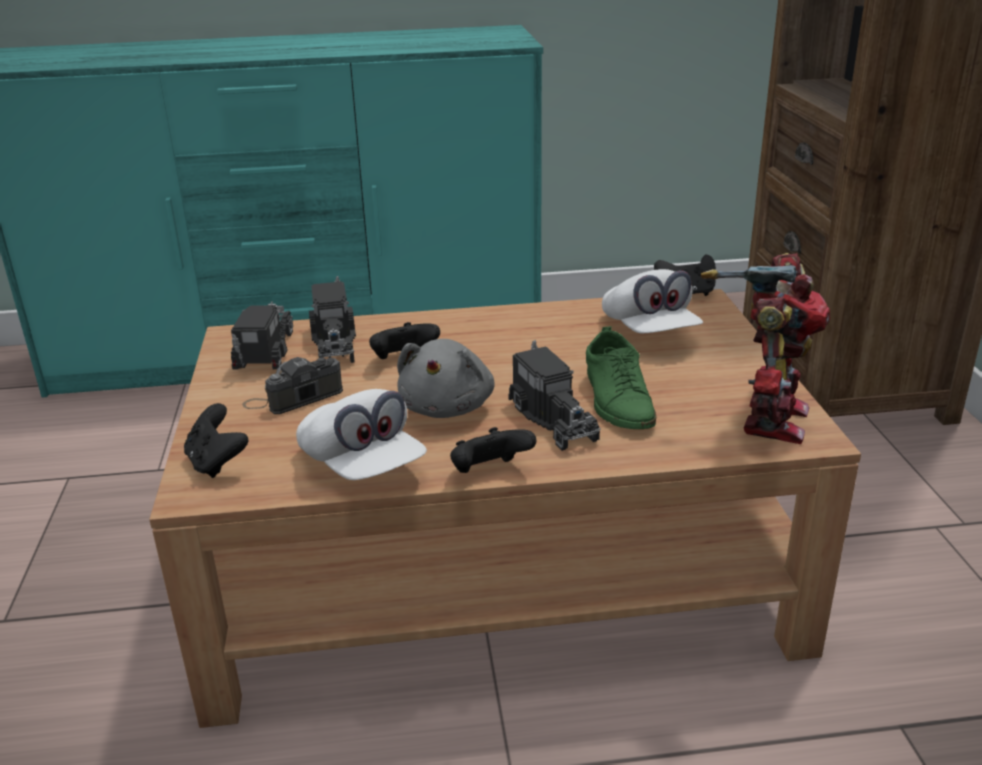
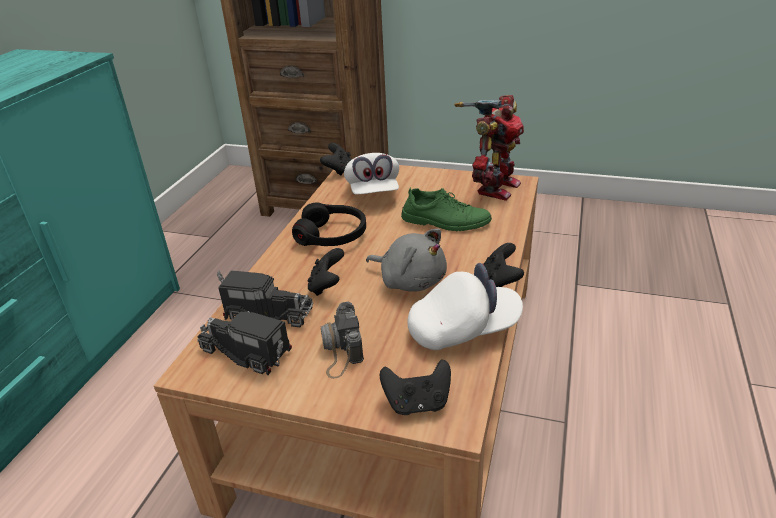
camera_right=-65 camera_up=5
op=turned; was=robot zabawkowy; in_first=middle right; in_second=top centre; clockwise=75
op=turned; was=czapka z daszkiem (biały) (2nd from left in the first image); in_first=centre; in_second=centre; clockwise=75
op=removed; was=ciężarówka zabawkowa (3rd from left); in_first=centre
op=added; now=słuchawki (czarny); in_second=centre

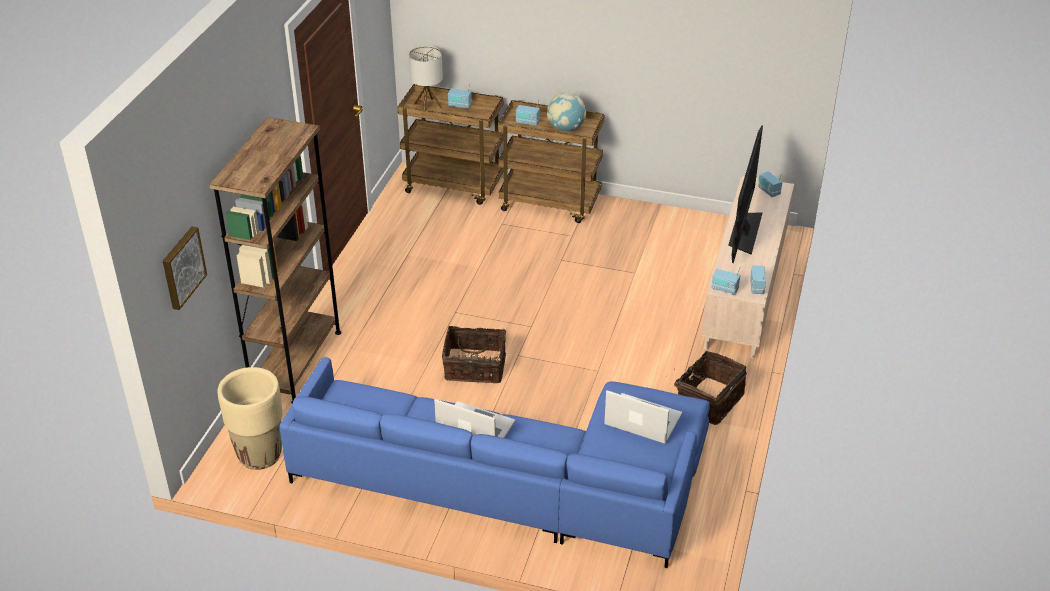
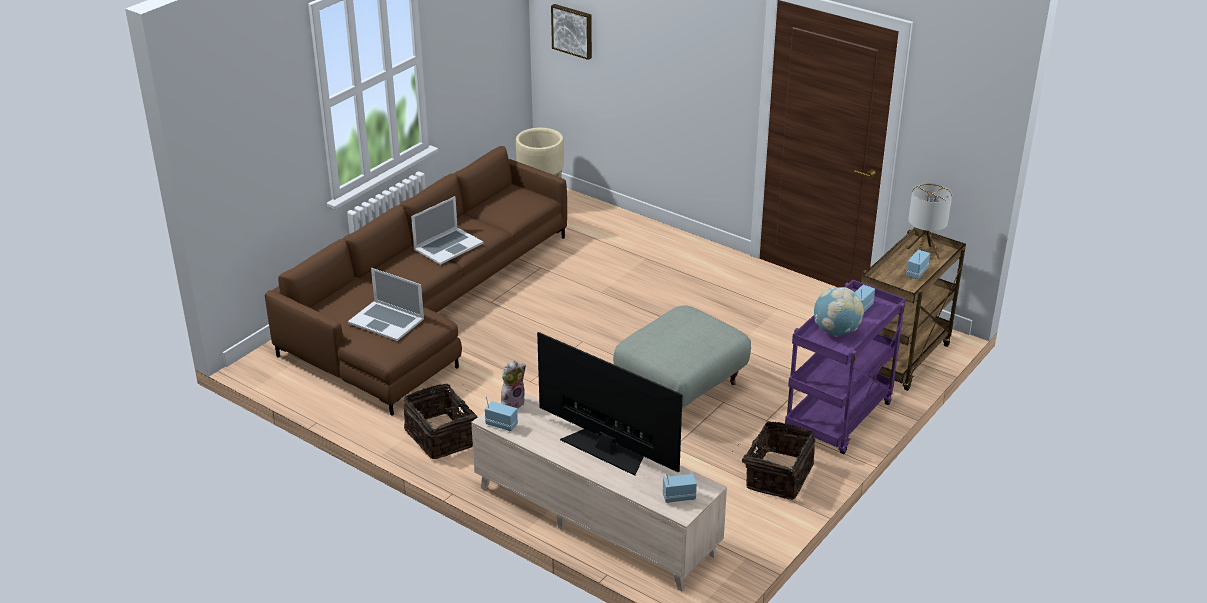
camera_right=110 camera_up=-5
op=recoloured; was=wózek (brązowy) (2nd from left); now=wózek (fioletowy); in_first=top centre; in_second=middle right
op=removed; was=regał (brązowy); in_first=middle left
op=replaced; was=radio (3rd from left); now=pluszak; in_first=middle right; in_second=centre
op=moved; was=koszyk (1st from left in the first image); now=koszyk (2nd from left); in_first=centre; in_second=bottom centre
op=recoloured; was=kanapa (niebieski); now=kanapa (brązowy); in_first=bottom centre; in_second=centre
op=turned; was=laptop (2nd from left in the first image); in_first=bottom centre; in_second=middle left; clockwise=75
op=added; now=pufa (szary); in_second=centre

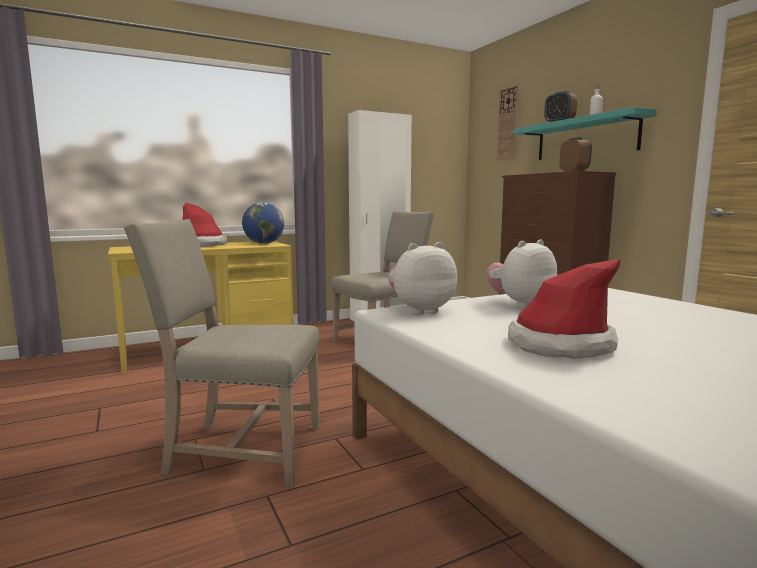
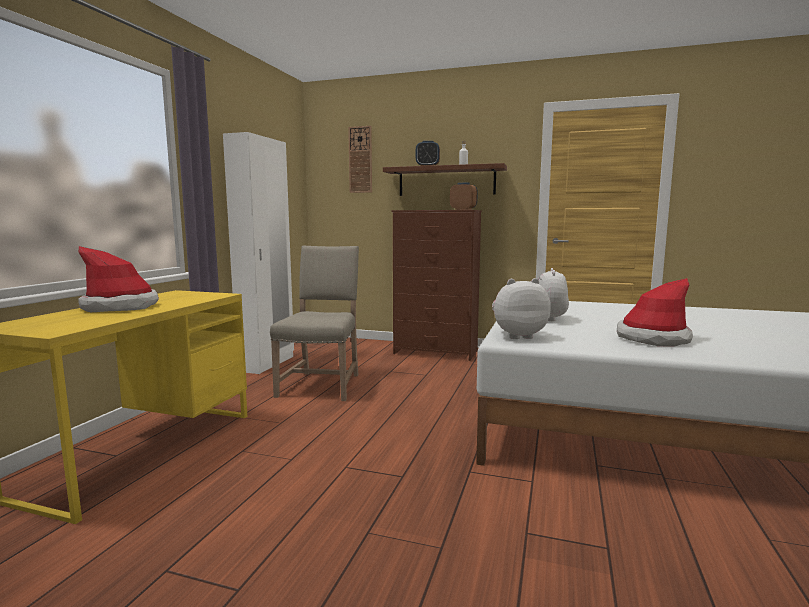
camera_right=-45 camera_up=0
op=recoloured; was=półka (turkusowy); now=półka (brązowy); in_first=top right; in_second=top centre
op=removed; was=globus; in_first=centre
op=removed; was=krzesło (beżowy) (1st from left); in_first=middle left
op=turned; was=pluszak (1st from left); in_first=centre; in_second=centre; clockwise=60

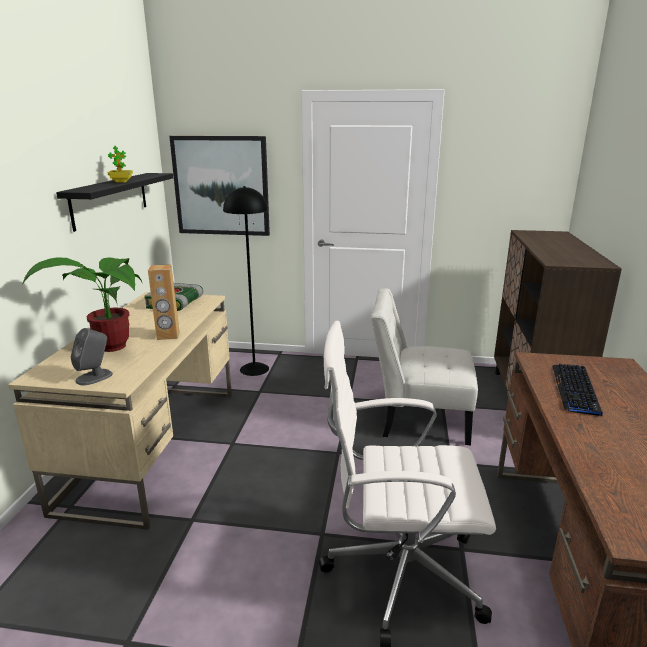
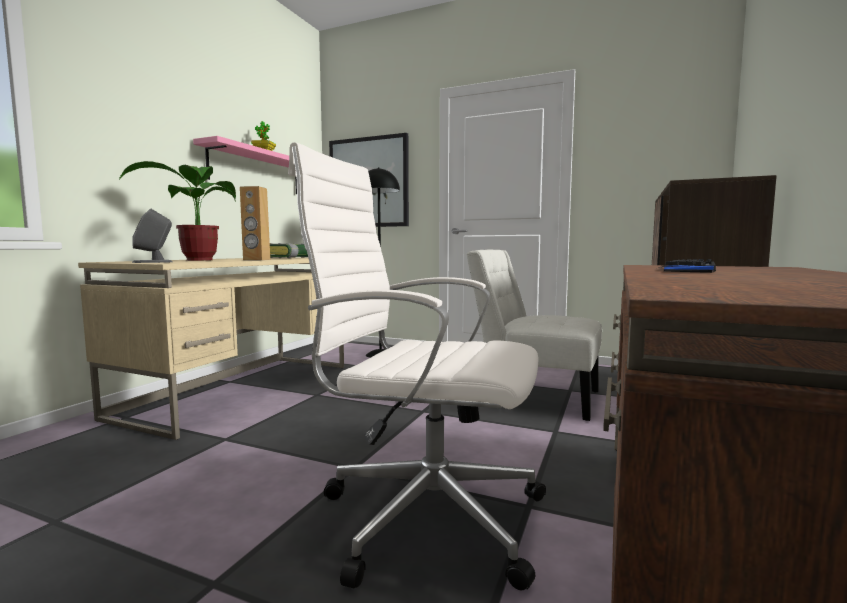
camera_right=15 camera_up=-15
op=recoloured; was=półka (czarny); now=półka (różowy); in_first=top left; in_second=top left

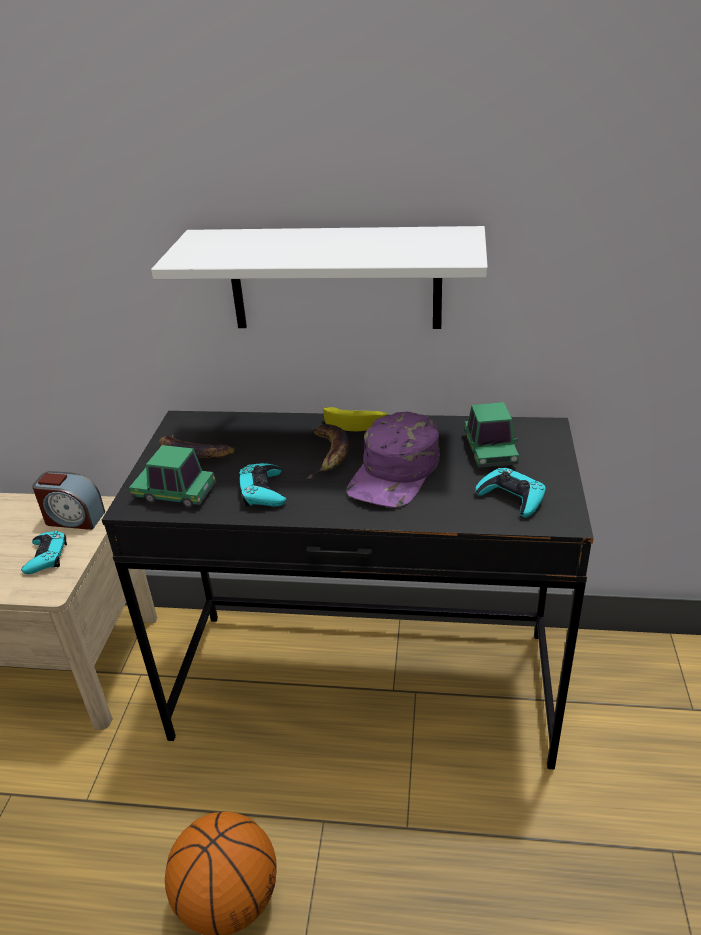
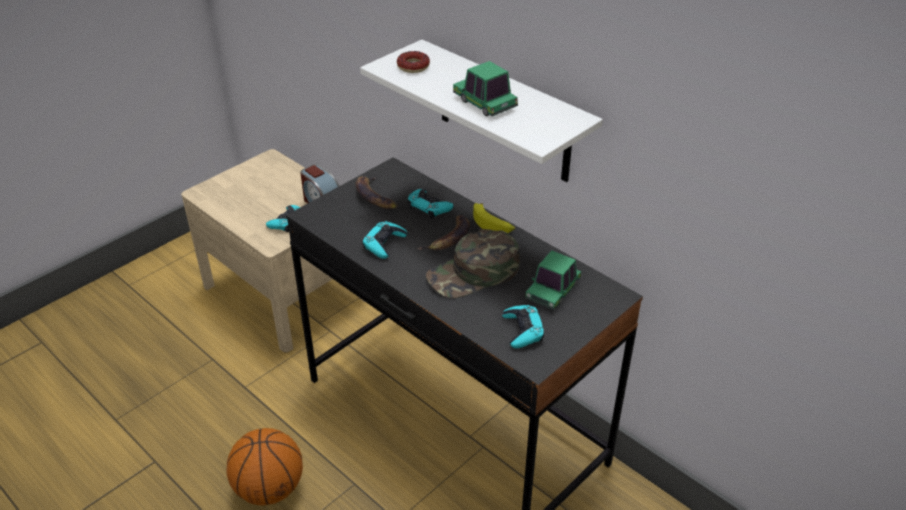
camera_right=35 camera_up=5
op=recoloured; was=czapka z daszkiem (fioletowy); now=czapka z daszkiem (zielony); in_first=centre; in_second=centre
op=moved; was=samochodzik (1st from left); in_first=middle left; in_second=top centre
op=added; now=donut; in_second=top centre
op=added; now=pad do gier (turkusowy) (3rd from left); in_second=centre

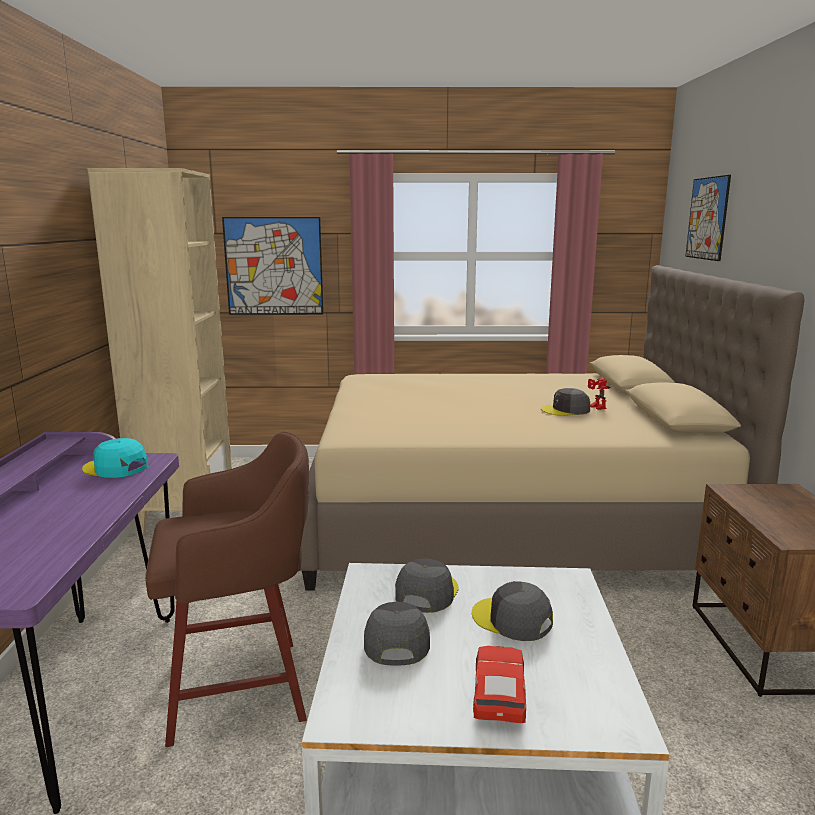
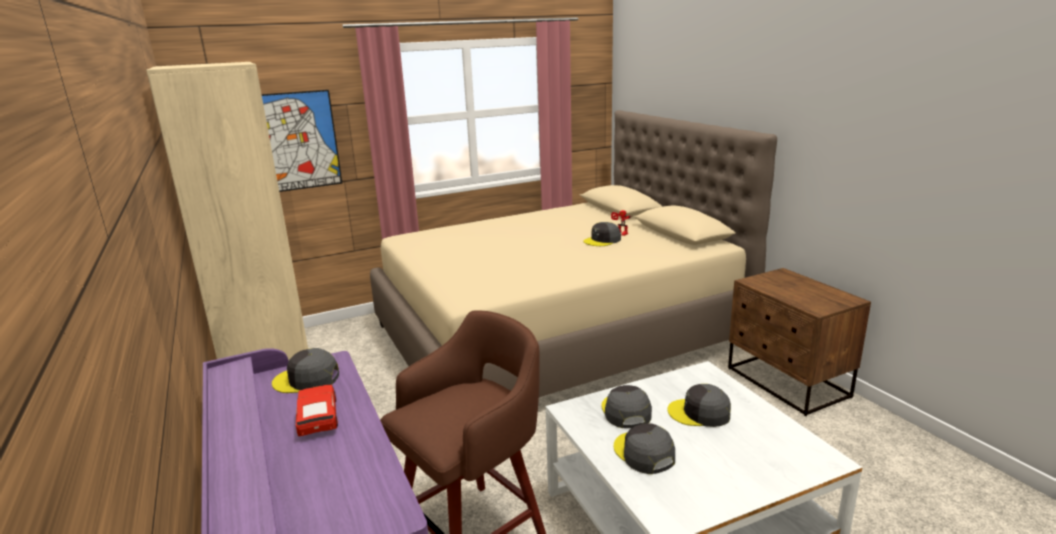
camera_right=-25 camera_up=5
op=removed; was=obraz (2nd from left); in_first=top right
op=recoloured; was=czapka z daszkiem (turkusowy); now=czapka z daszkiem (szary) (1st from left); in_first=middle left; in_second=bottom left
op=moved; was=samochodzik (czerwony); in_first=bottom centre; in_second=bottom left

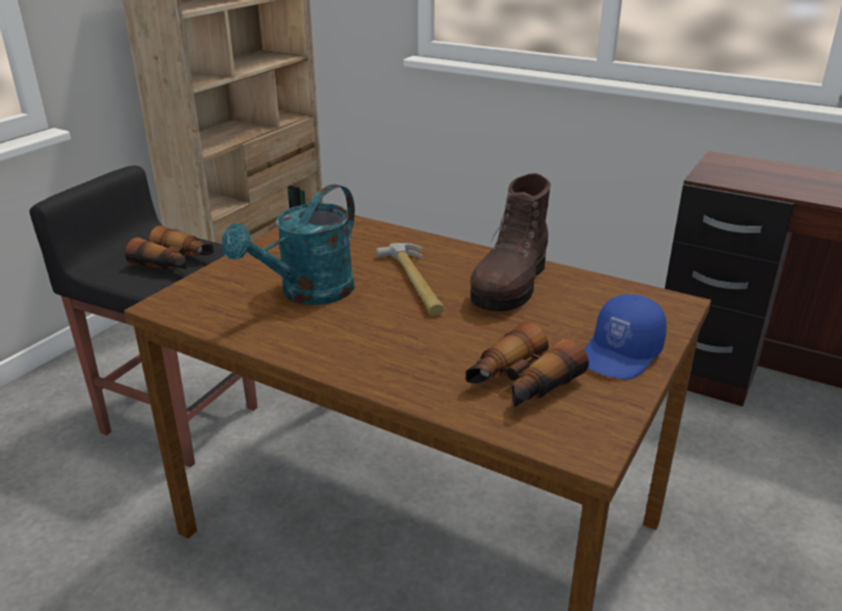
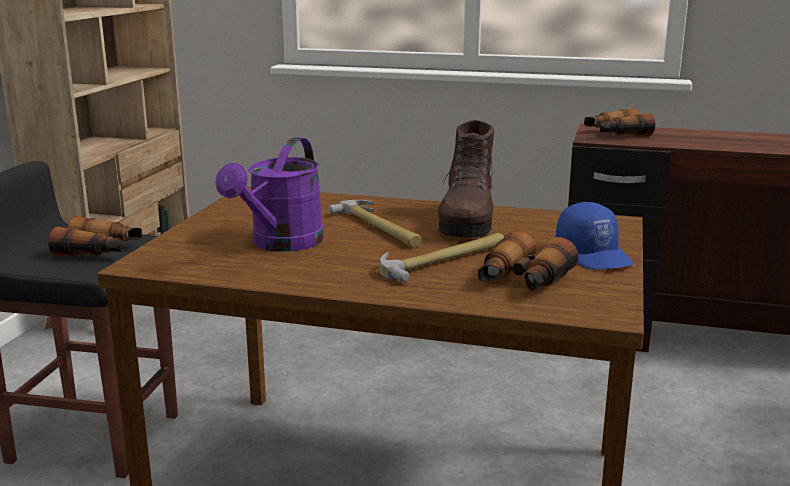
camera_right=-15 camera_up=-10
op=recoloured; was=konewka (turkusowy); now=konewka (fioletowy); in_first=centre; in_second=centre
op=turned; was=czapka z daszkiem (niebieski); in_first=middle right; in_second=middle right; clockwise=-45
op=added; now=lornetka (3rd from left); in_second=top right
op=added; now=młotek (2nd from left); in_second=centre

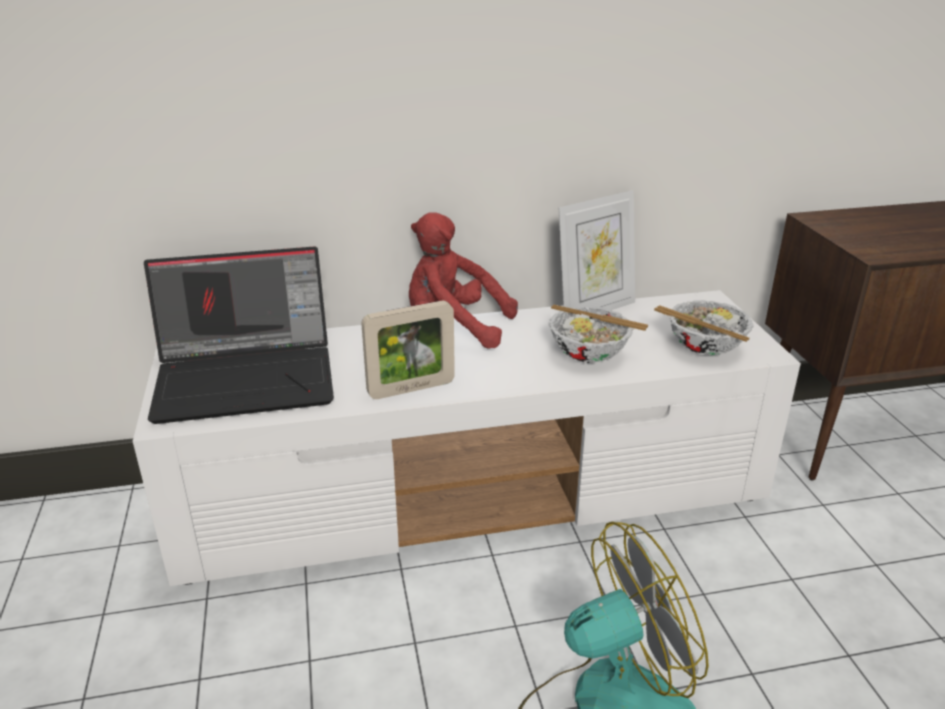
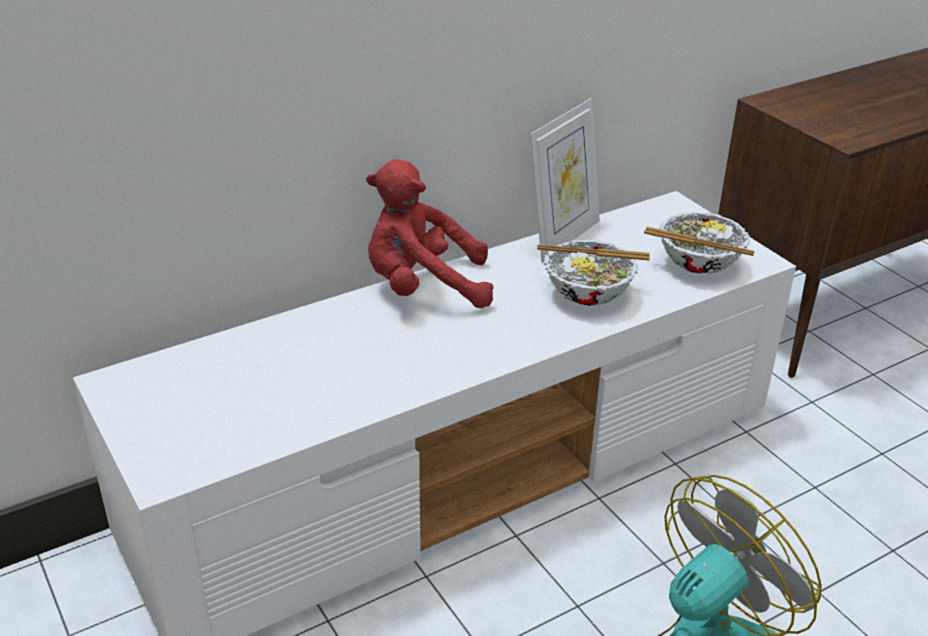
camera_right=-20 camera_up=5
op=removed; was=laptop; in_first=middle left
op=removed; was=ramka na zdjęcie (1st from left); in_first=centre

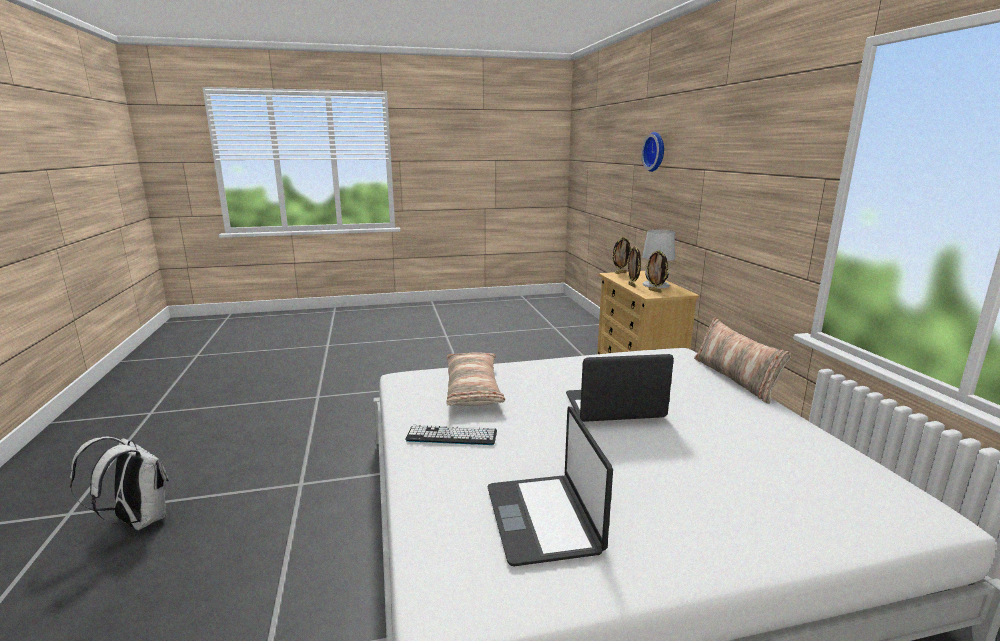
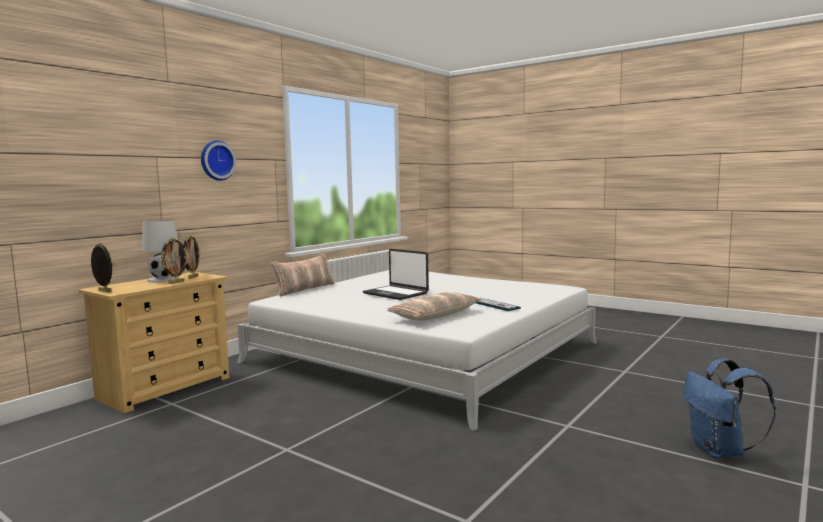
camera_right=-130 camera_up=-10
op=moved; was=zegar ścienny; in_first=top centre; in_second=top left
op=removed; was=laptop (1st from left); in_first=bottom centre
op=recoloured; was=plecak (biały); now=plecak (niebieski); in_first=bottom left; in_second=bottom right

